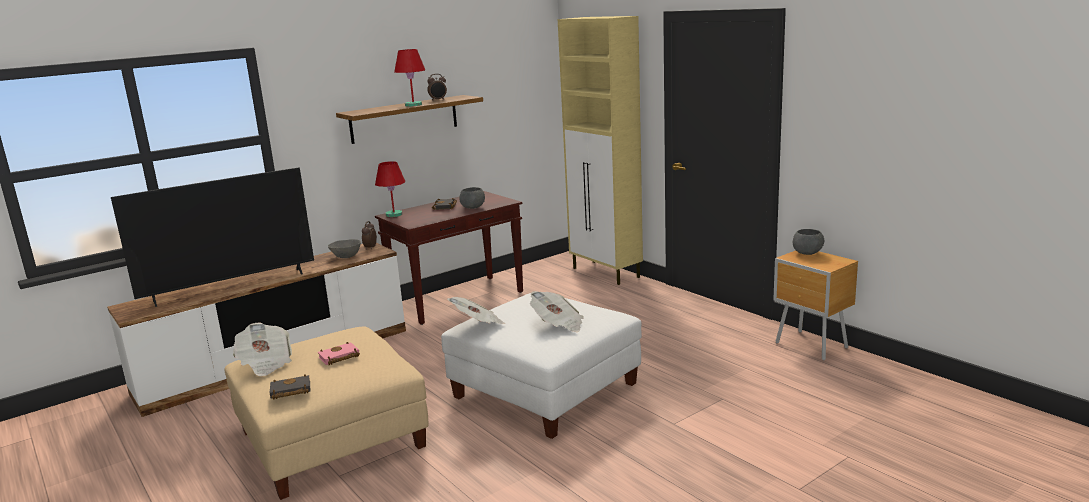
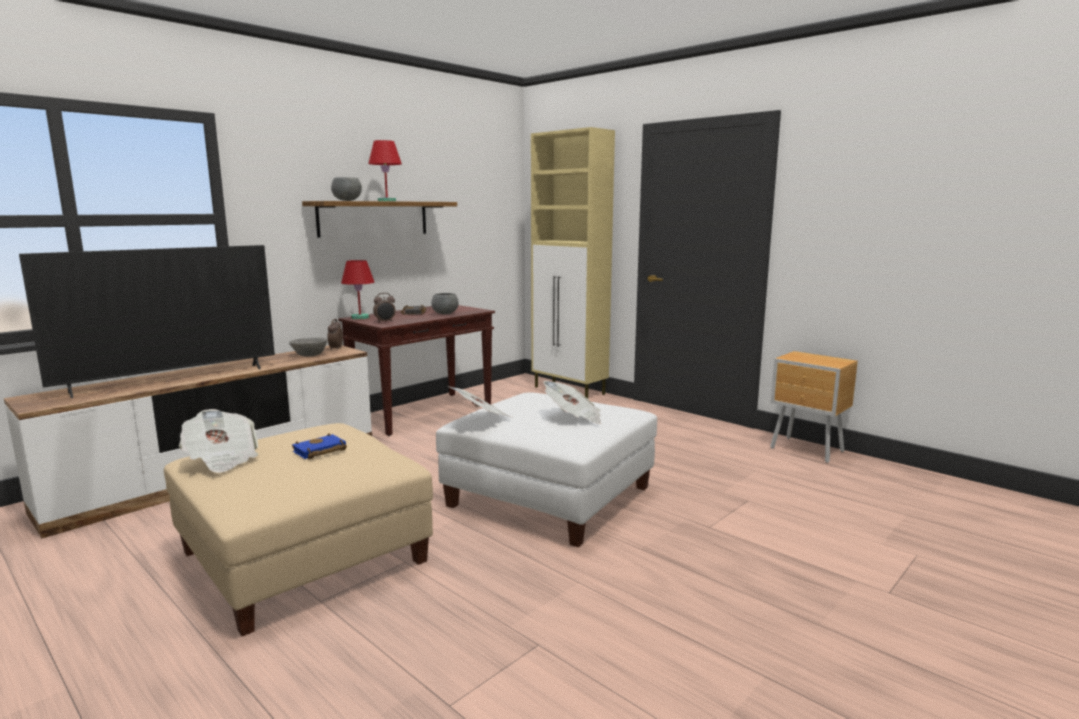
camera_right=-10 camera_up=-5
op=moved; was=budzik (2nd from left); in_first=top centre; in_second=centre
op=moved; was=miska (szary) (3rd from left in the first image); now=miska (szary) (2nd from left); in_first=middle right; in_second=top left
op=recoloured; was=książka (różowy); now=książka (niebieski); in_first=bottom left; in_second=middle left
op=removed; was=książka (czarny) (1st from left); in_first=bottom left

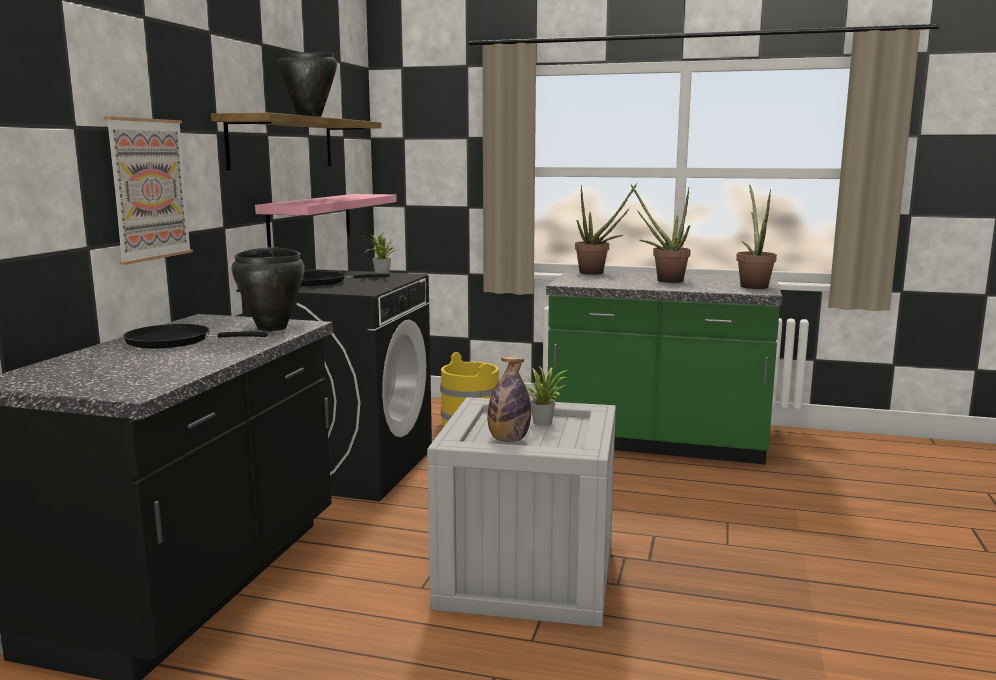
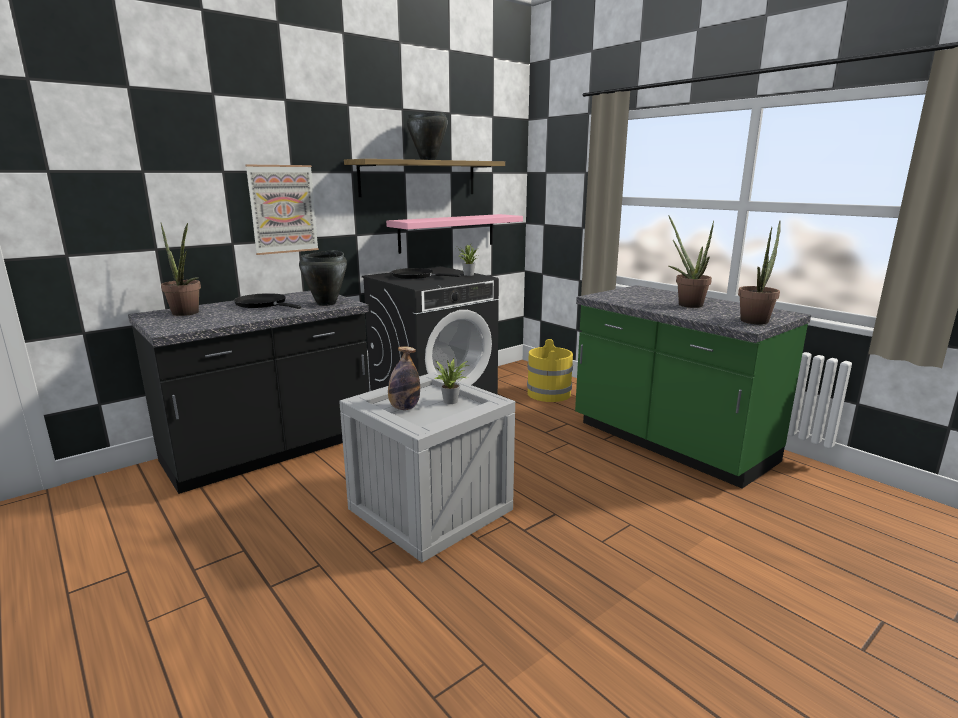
camera_right=35 camera_up=5
op=moved; was=roślina doniczkowa (3rd from left in the first image); now=roślina doniczkowa (1st from left); in_first=centre; in_second=middle left

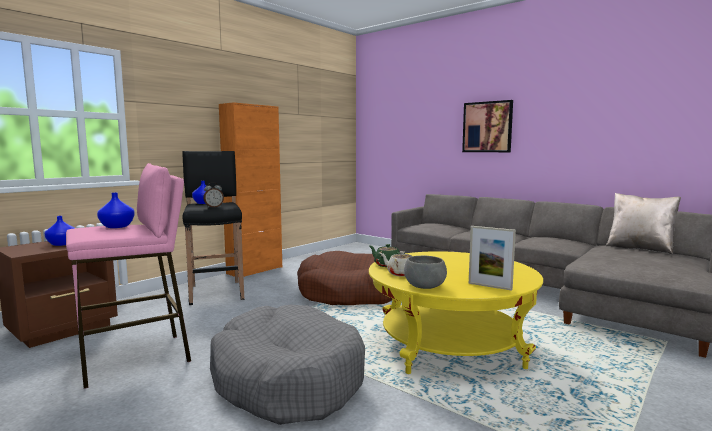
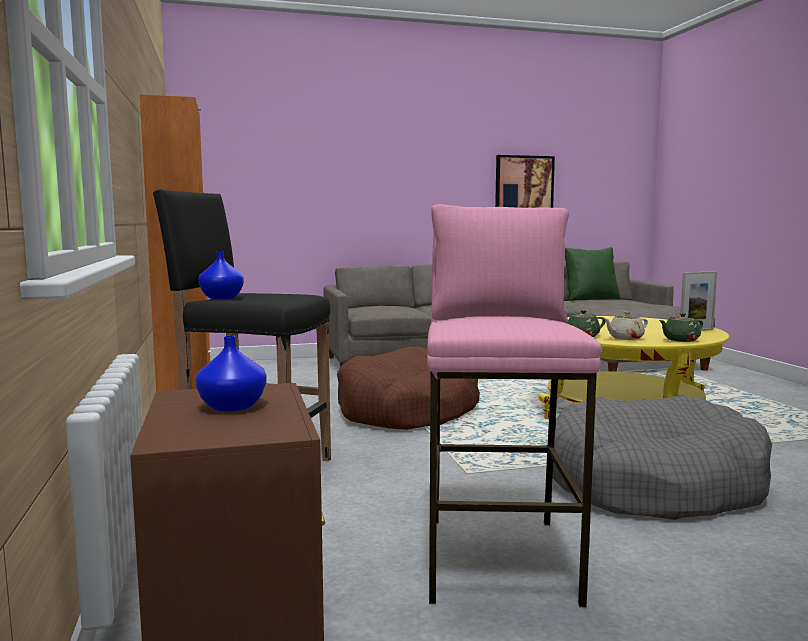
camera_right=-55 camera_up=0
op=moved; was=obraz; in_first=top right; in_second=top centre
op=removed; was=budzik; in_first=middle left
op=removed; was=wazon (niebieski) (2nd from left); in_first=middle left
op=recoloured; was=poduszka (beżowy); now=poduszka (zielony); in_first=middle right; in_second=middle right
op=replaced; was=miska (szary); now=imbryk (zielony) (2nd from left); in_first=centre; in_second=middle right

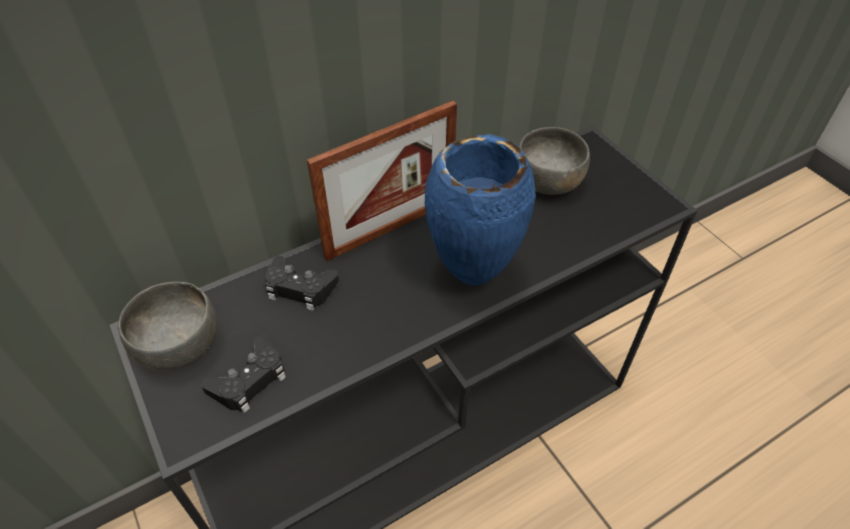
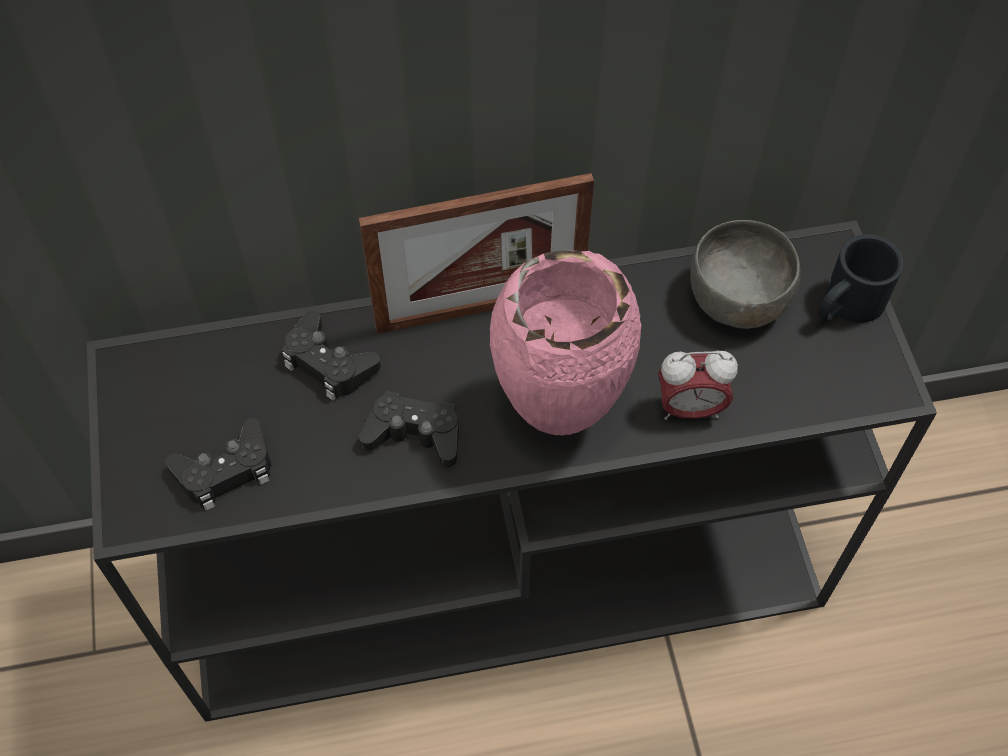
camera_right=20 camera_up=10
op=recoloured; was=wazon (niebieski); now=wazon (różowy); in_first=centre; in_second=centre
op=removed; was=miska (szary) (1st from left); in_first=middle left
op=added; now=kubek (czarny); in_second=middle right
op=added; now=budzik; in_second=middle right
op=added; now=pad do gier (czarny) (3rd from left); in_second=centre

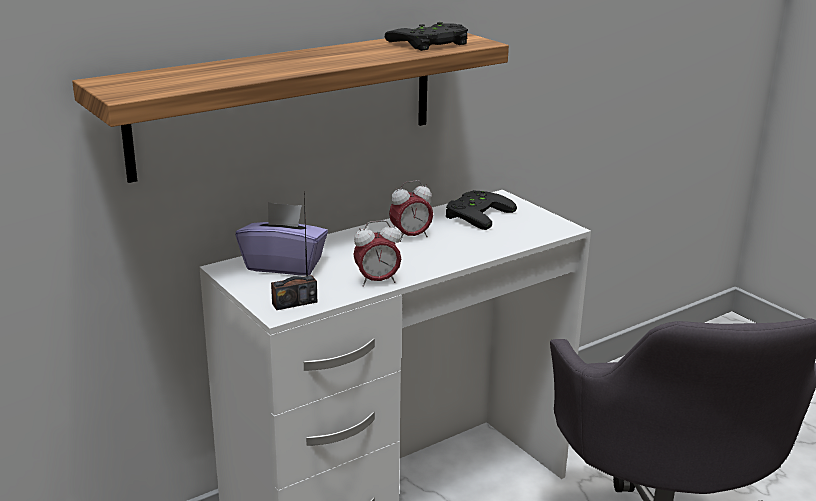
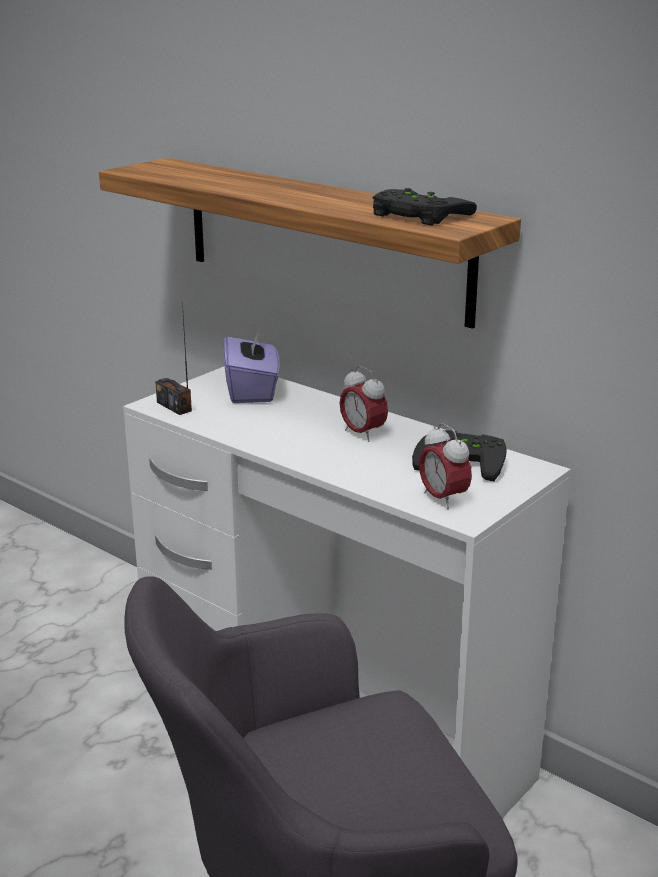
camera_right=75 camera_up=0
op=moved; was=budzik (1st from left in the first image); now=budzik (2nd from left); in_first=centre; in_second=middle right

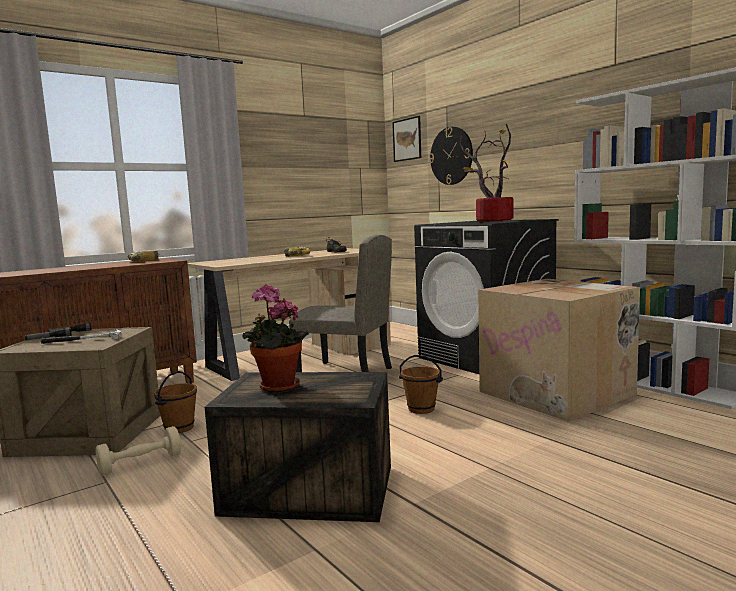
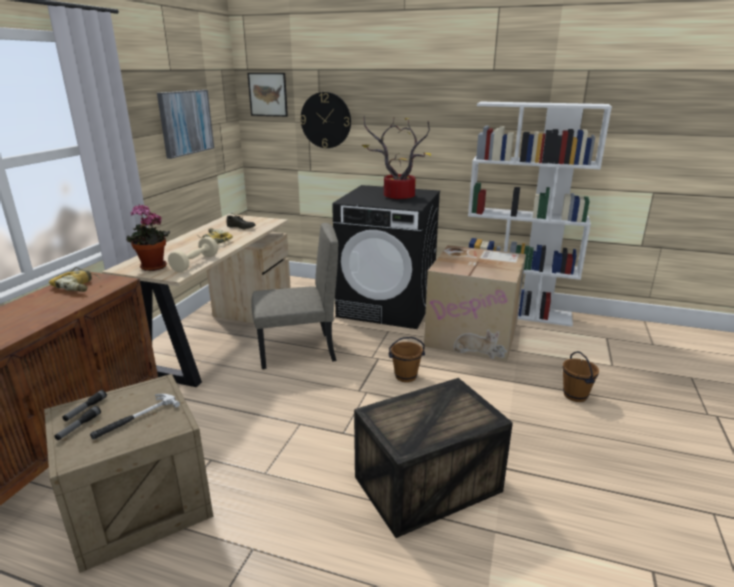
camera_right=-35 camera_up=15
op=moved; was=roślina doniczkowa (1st from left); in_first=centre; in_second=middle left
op=moved; was=wiadro (brązowy) (1st from left in the first image); now=wiadro (brązowy) (2nd from left); in_first=bottom left; in_second=middle right
op=moved; was=hantel (beżowy); in_first=bottom left; in_second=middle left
op=added; now=obraz (1st from left); in_second=top left

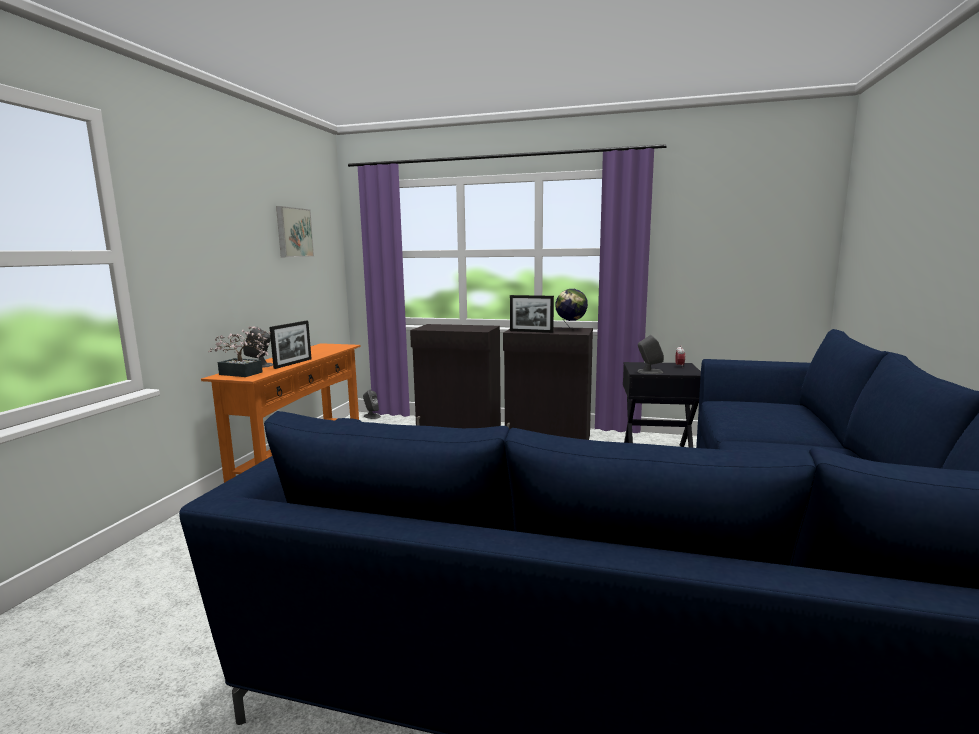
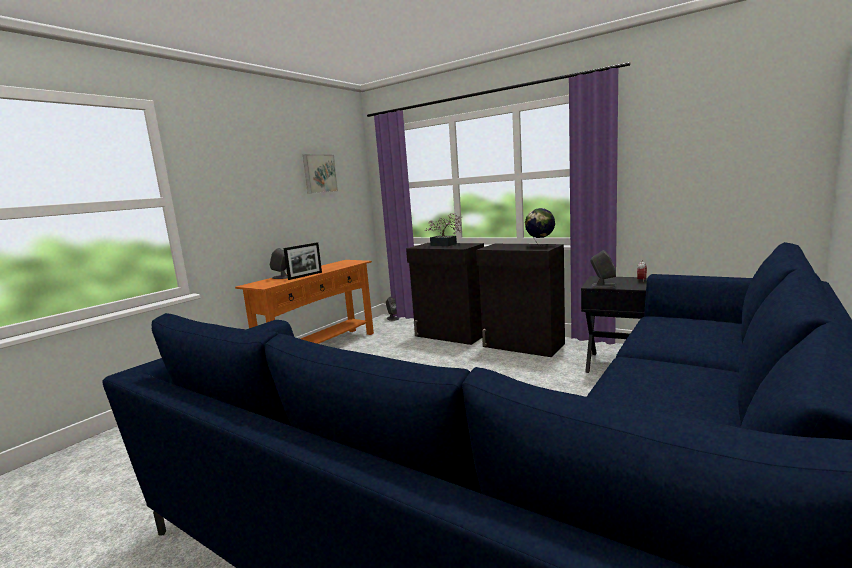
camera_right=20 camera_up=0
op=removed; was=ramka na zdjęcie (2nd from left); in_first=centre
op=moved; was=roślina doniczkowa; in_first=middle left; in_second=centre

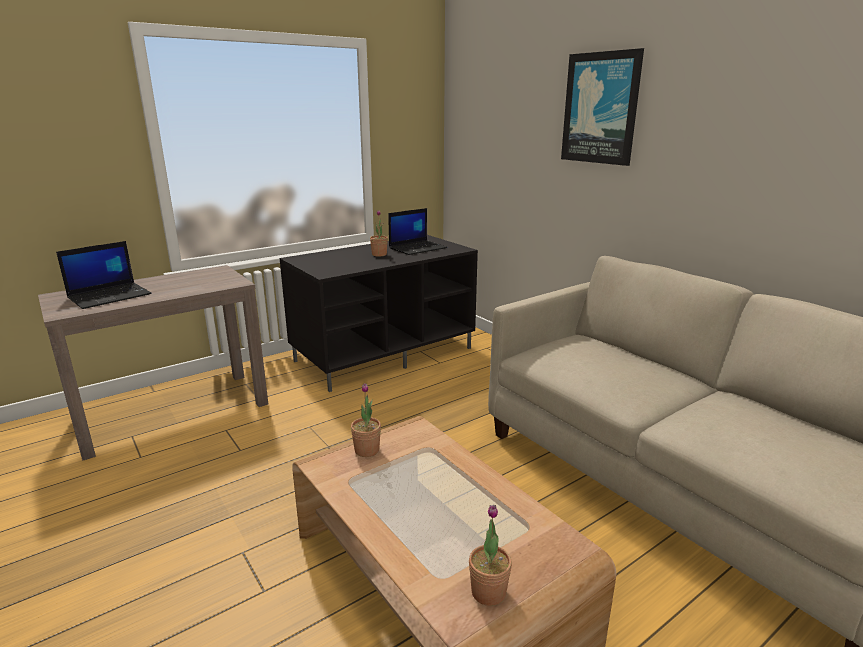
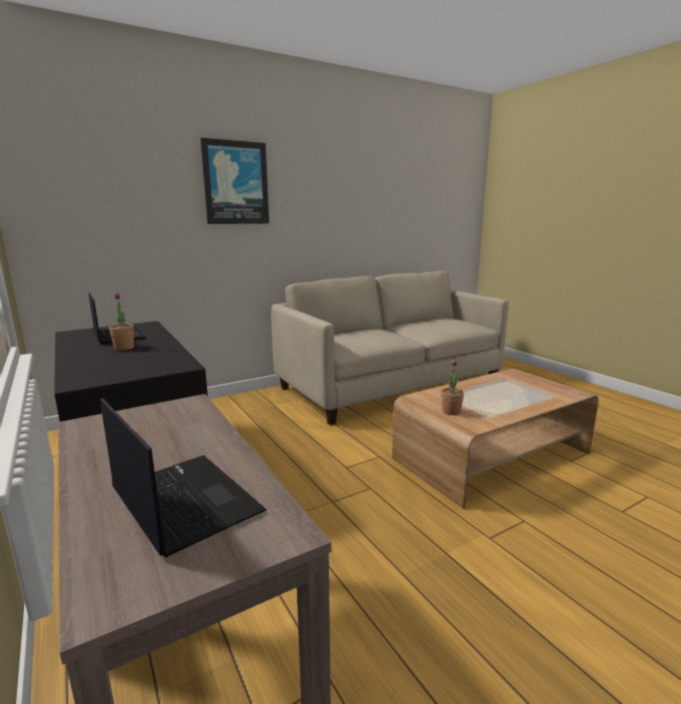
camera_right=-85 camera_up=-5
op=removed; was=roślina doniczkowa (3rd from left); in_first=bottom centre

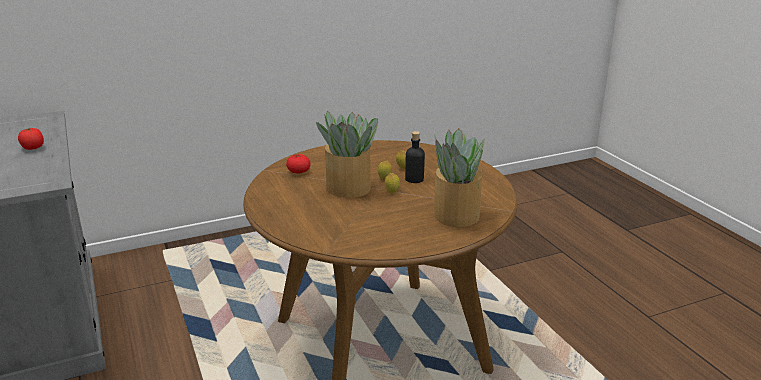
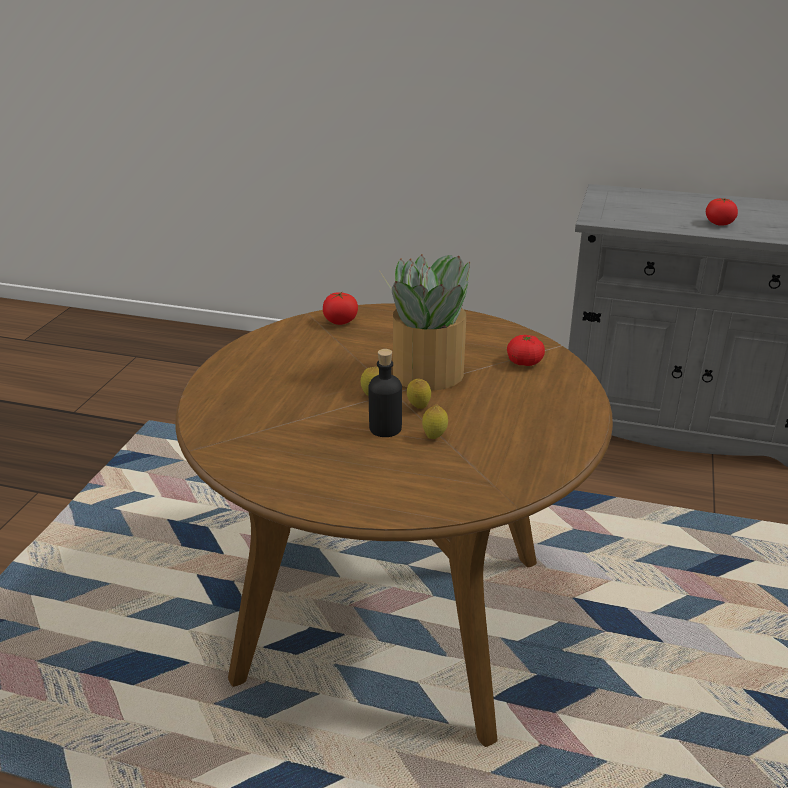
camera_right=130 camera_up=5
op=removed; was=roślina doniczkowa (2nd from left); in_first=centre
op=added; now=pomidor (1st from left); in_second=centre

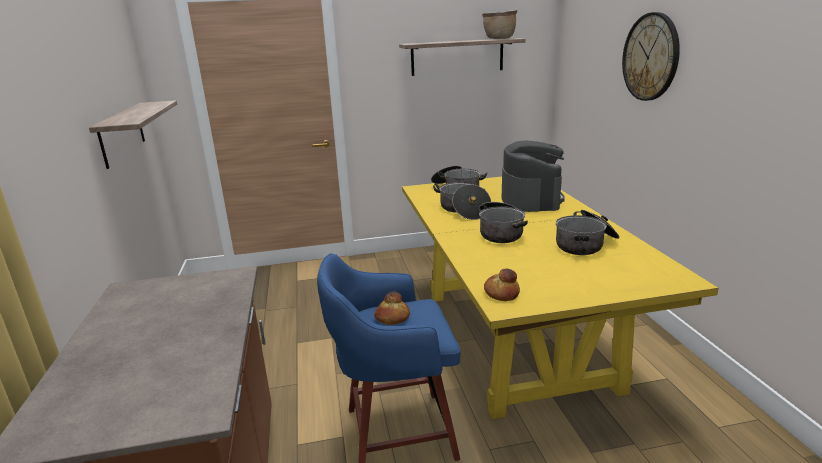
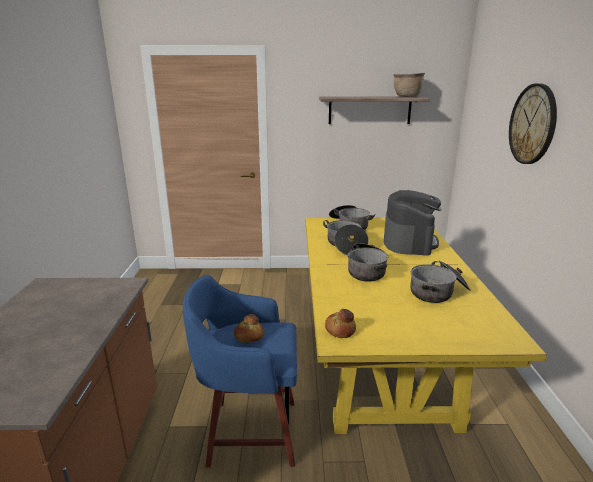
camera_right=10 camera_up=0
op=removed; was=półka (1st from left); in_first=top left

